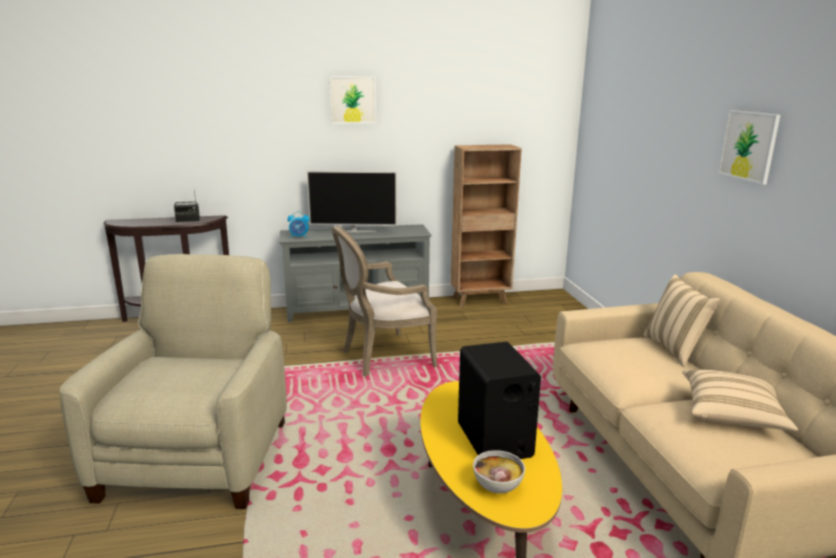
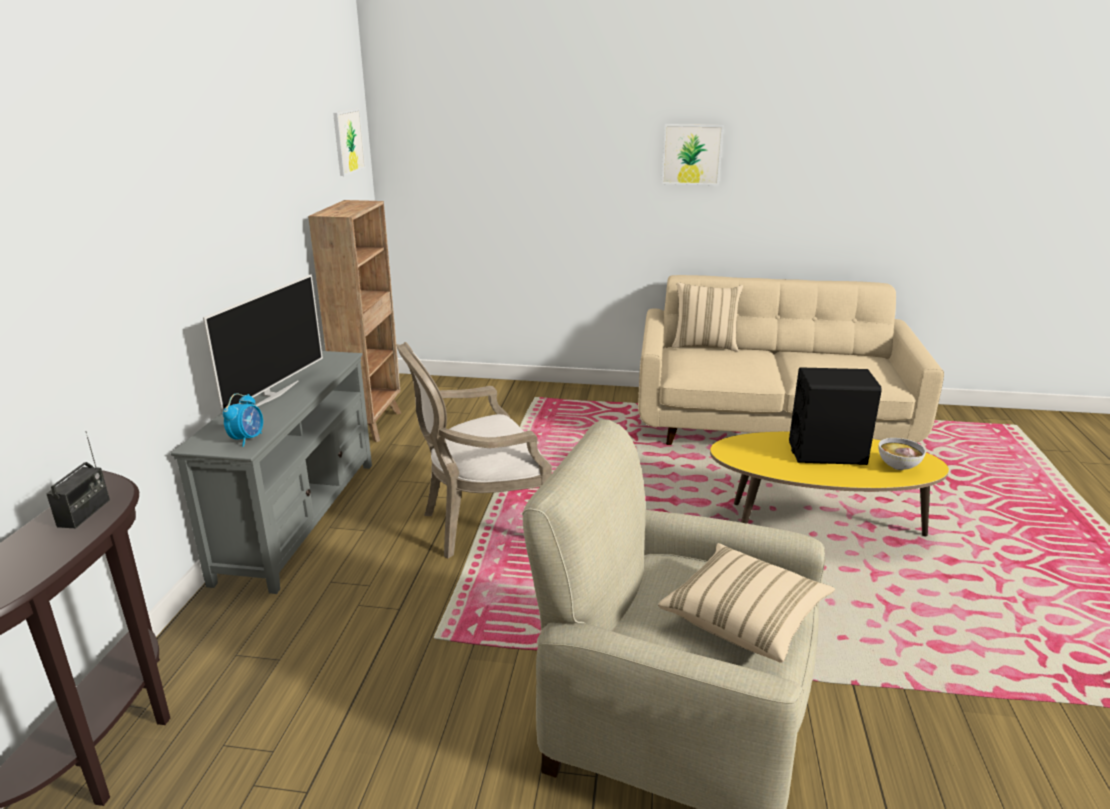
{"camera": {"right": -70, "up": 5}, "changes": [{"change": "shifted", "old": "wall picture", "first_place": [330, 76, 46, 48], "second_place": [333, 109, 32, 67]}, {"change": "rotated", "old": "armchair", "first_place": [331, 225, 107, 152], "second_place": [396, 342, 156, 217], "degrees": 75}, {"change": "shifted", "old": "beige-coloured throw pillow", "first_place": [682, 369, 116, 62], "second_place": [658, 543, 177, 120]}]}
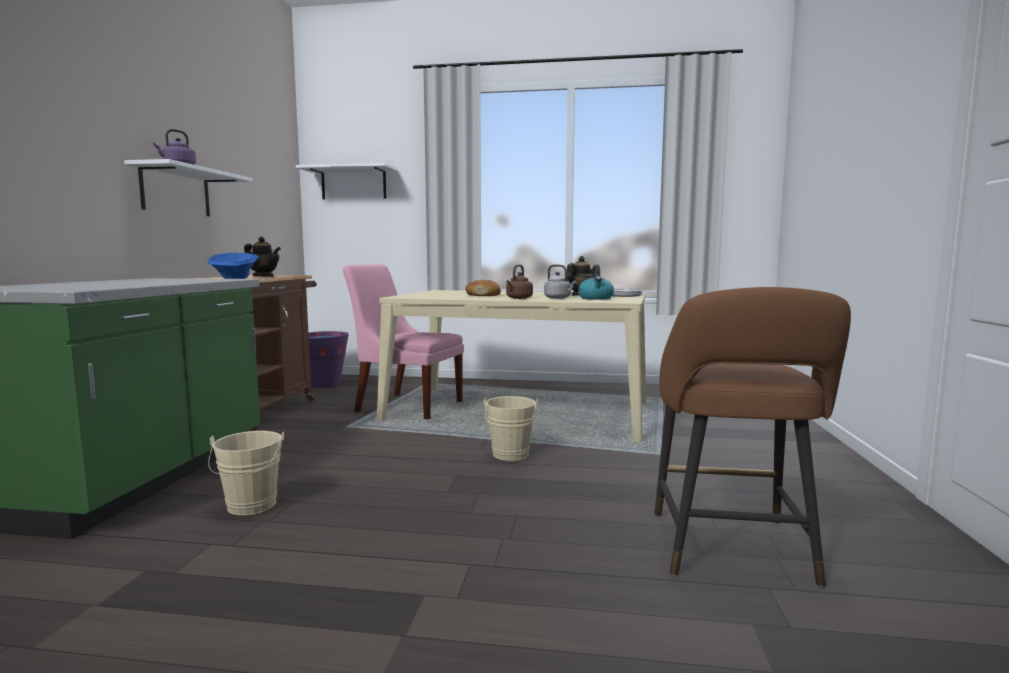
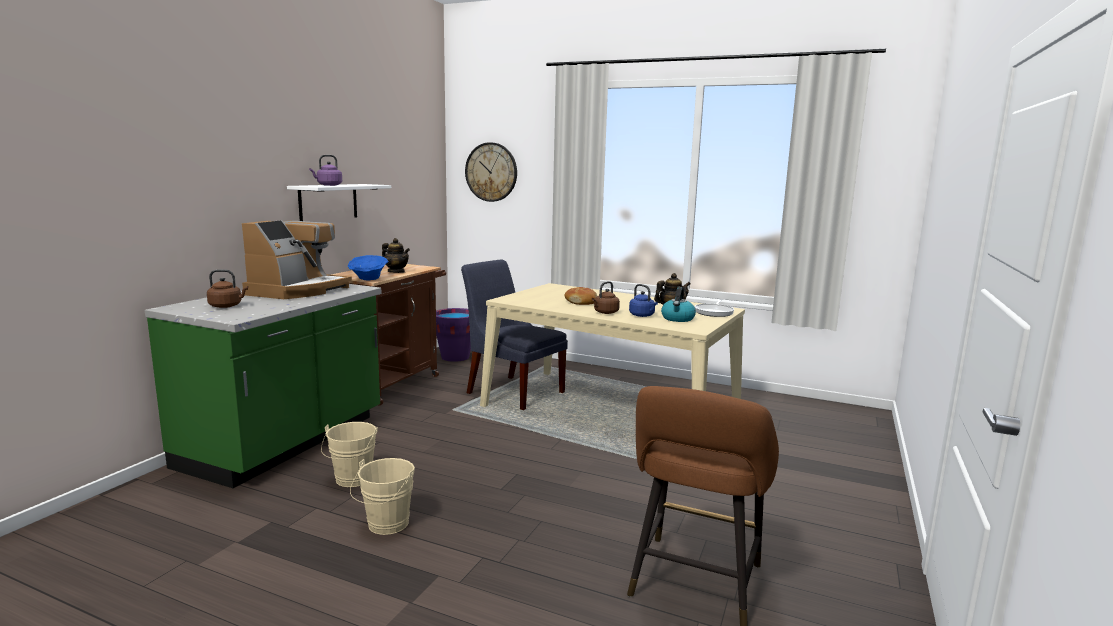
{"camera": {"right": 15, "up": 5}, "changes": [{"change": "swapped", "old": "white bracket shelf", "new": "clock on the wall", "first_place": [296, 163, 100, 37], "second_place": [465, 142, 52, 60]}, {"change": "repainted", "old": "pink-coloured chair", "new": "blue chair", "first_place": [343, 264, 121, 155], "second_place": [461, 259, 107, 151]}, {"change": "repainted", "old": "grey water kettle", "new": "blue water kettle", "first_place": [544, 264, 32, 35], "second_place": [629, 284, 29, 33]}, {"change": "shifted", "old": "beige-coloured bucket", "first_place": [483, 396, 55, 65], "second_place": [350, 458, 65, 77]}, {"change": "new", "new": "coffee brewer", "second_place": [242, 220, 110, 79]}, {"change": "new", "new": "brown-coloured water kettle", "second_place": [207, 269, 41, 39]}]}
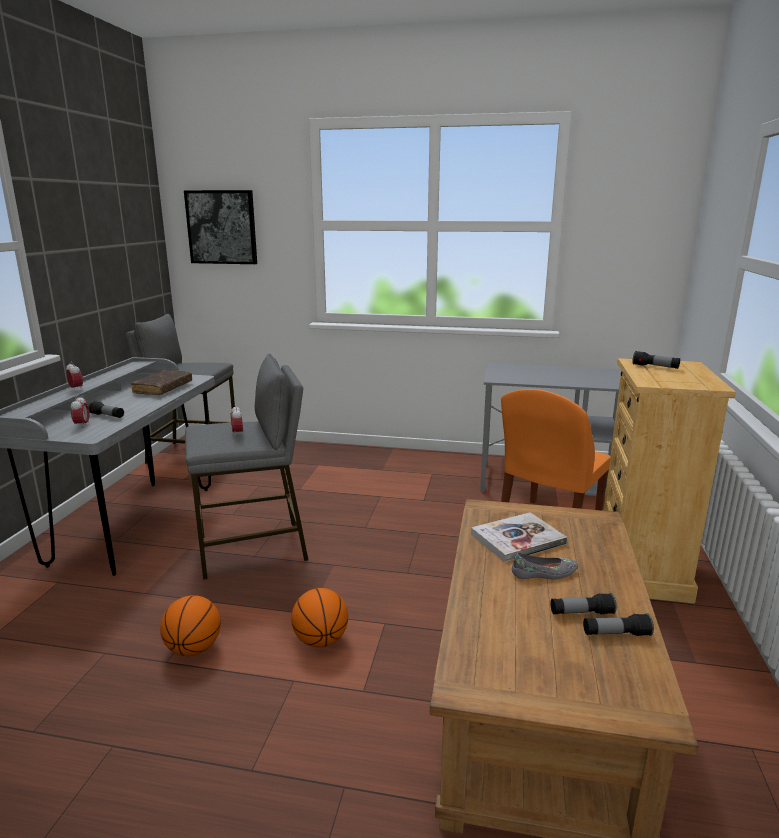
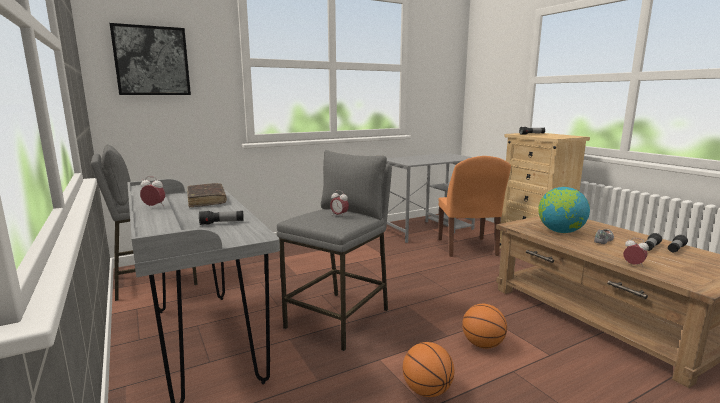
{"camera": {"right": -40, "up": -5}, "changes": [{"change": "shifted", "old": "table clock", "first_place": [71, 395, 19, 33], "second_place": [623, 238, 26, 28]}, {"change": "swapped", "old": "book", "new": "desk globe", "first_place": [471, 512, 96, 50], "second_place": [538, 187, 52, 46]}]}
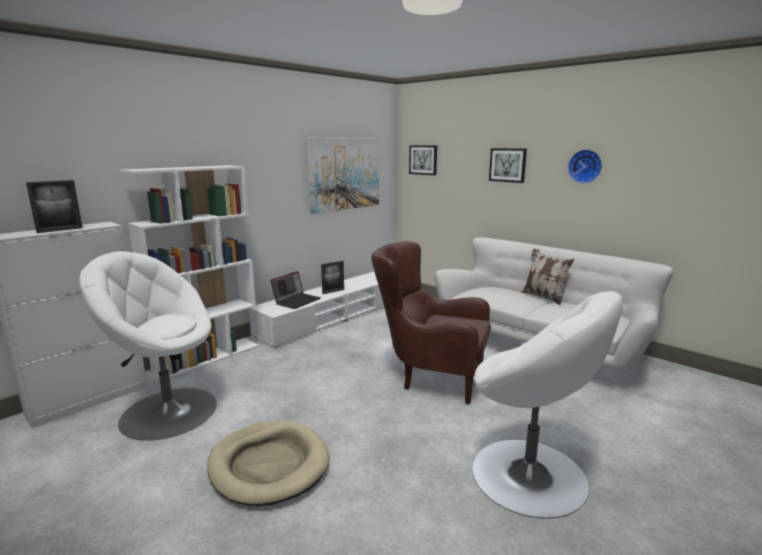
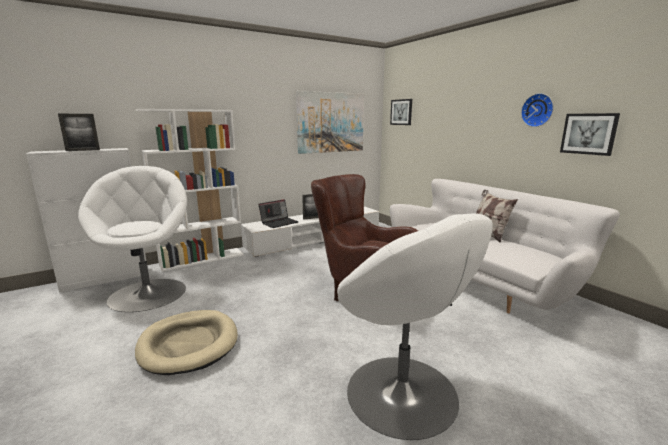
{"camera": {"right": 15, "up": 0}, "changes": [{"change": "shifted", "old": "wall picture", "first_place": [489, 148, 38, 35], "second_place": [560, 113, 60, 43]}, {"change": "rotated", "old": "white armchair", "first_place": [79, 251, 138, 190], "second_place": [78, 166, 109, 146], "degrees": 60}]}
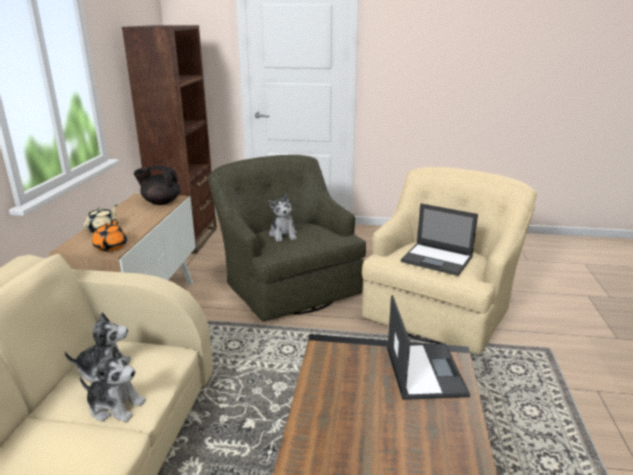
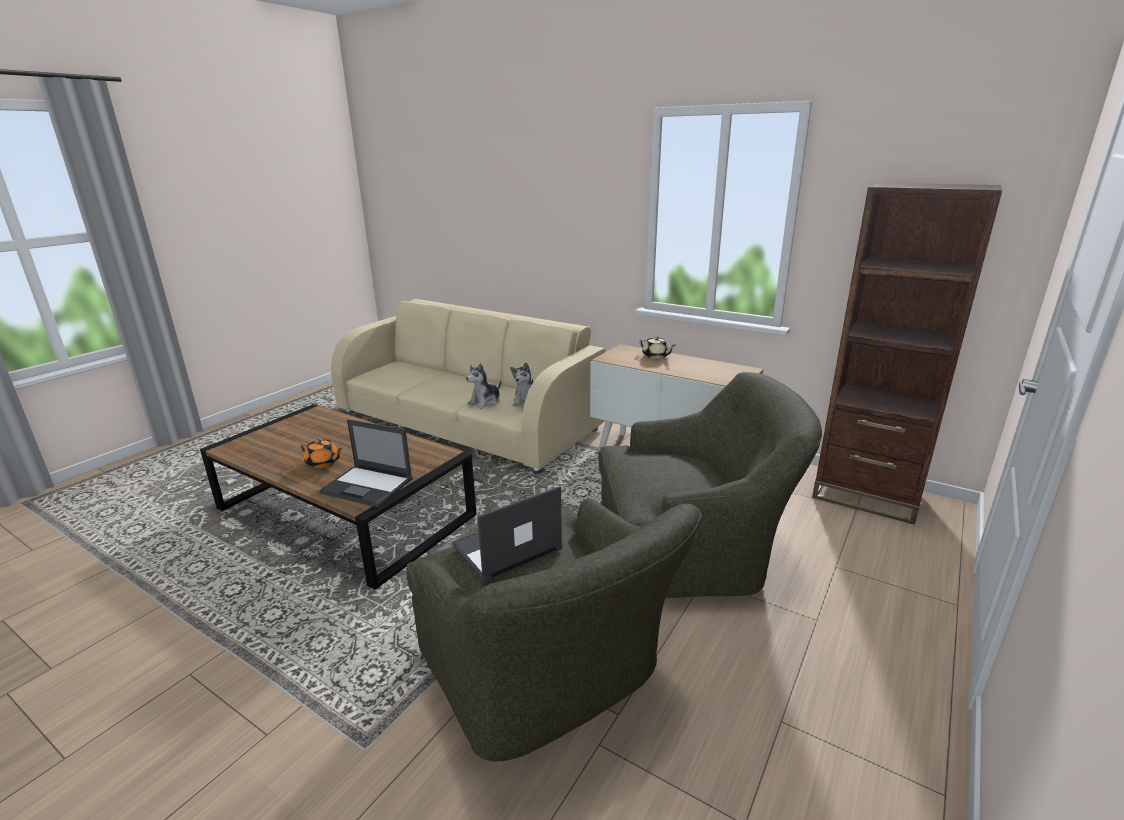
{"camera": {"right": 115, "up": 0}, "changes": [{"change": "gone", "old": "blackish tea pot", "first_place": [134, 166, 46, 39]}, {"change": "repainted", "old": "beige-coloured armchair", "new": "green-coloured armchair", "first_place": [362, 167, 175, 187], "second_place": [407, 498, 295, 263]}, {"change": "gone", "old": "soft toy", "first_place": [268, 193, 29, 49]}, {"change": "shifted", "old": "orange-coloured tea pot", "first_place": [92, 219, 35, 33], "second_place": [300, 439, 42, 29]}]}
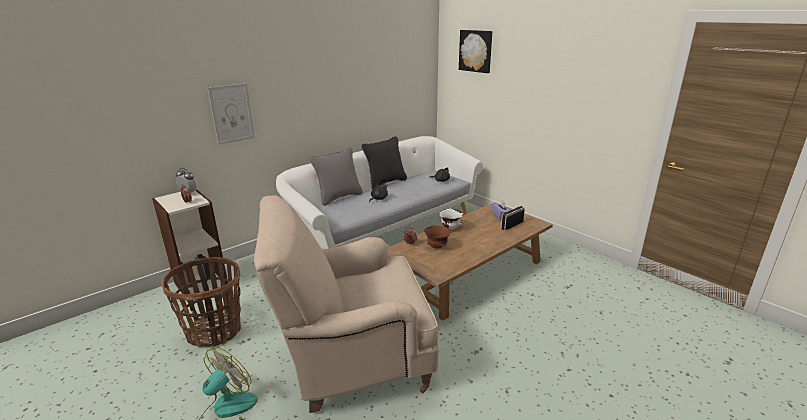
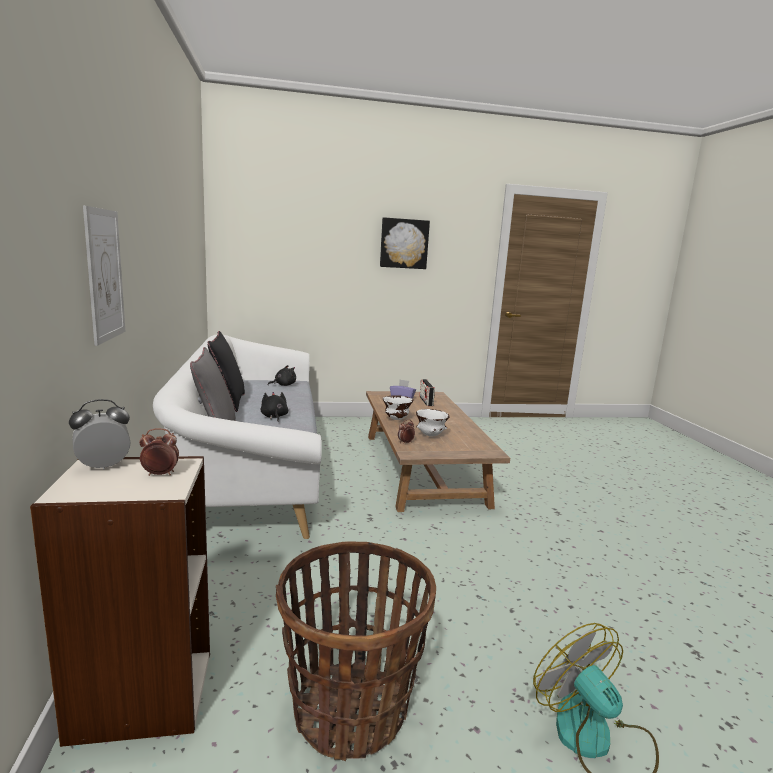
{"camera": {"right": -60, "up": -10}, "changes": [{"change": "shifted", "old": "wall picture", "first_place": [459, 30, 33, 43], "second_place": [380, 217, 50, 52]}, {"change": "gone", "old": "beige-coloured armchair", "first_place": [254, 195, 185, 218]}, {"change": "repainted", "old": "brown-coloured bowl", "new": "white bowl", "first_place": [424, 225, 27, 24], "second_place": [416, 409, 34, 28]}]}
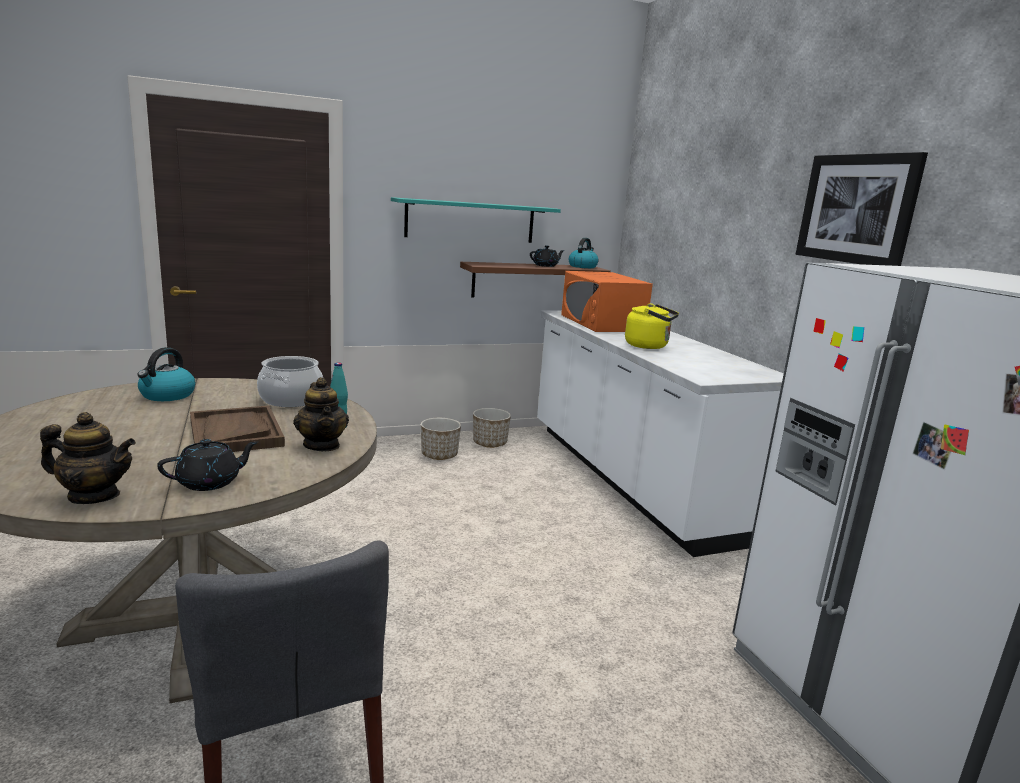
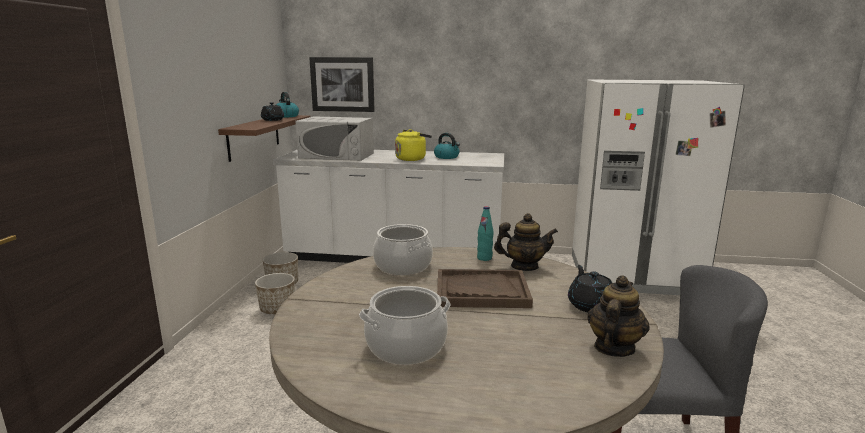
{"camera": {"right": -60, "up": 0}, "changes": [{"change": "shifted", "old": "wall picture", "first_place": [795, 152, 133, 114], "second_place": [309, 57, 66, 55]}, {"change": "gone", "old": "turquoise bracket shelf", "first_place": [391, 197, 170, 46]}, {"change": "repainted", "old": "orange-coloured microwave", "new": "white microwave", "first_place": [561, 271, 92, 61], "second_place": [295, 116, 79, 45]}, {"change": "shifted", "old": "water kettle", "first_place": [137, 347, 58, 54], "second_place": [434, 133, 26, 26]}, {"change": "new", "new": "cooking pot", "second_place": [359, 286, 92, 79]}]}
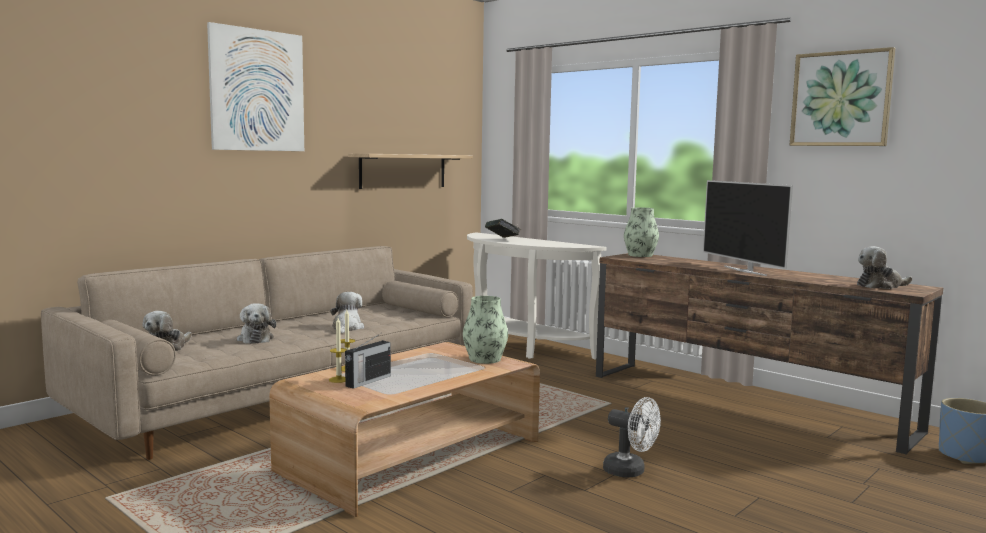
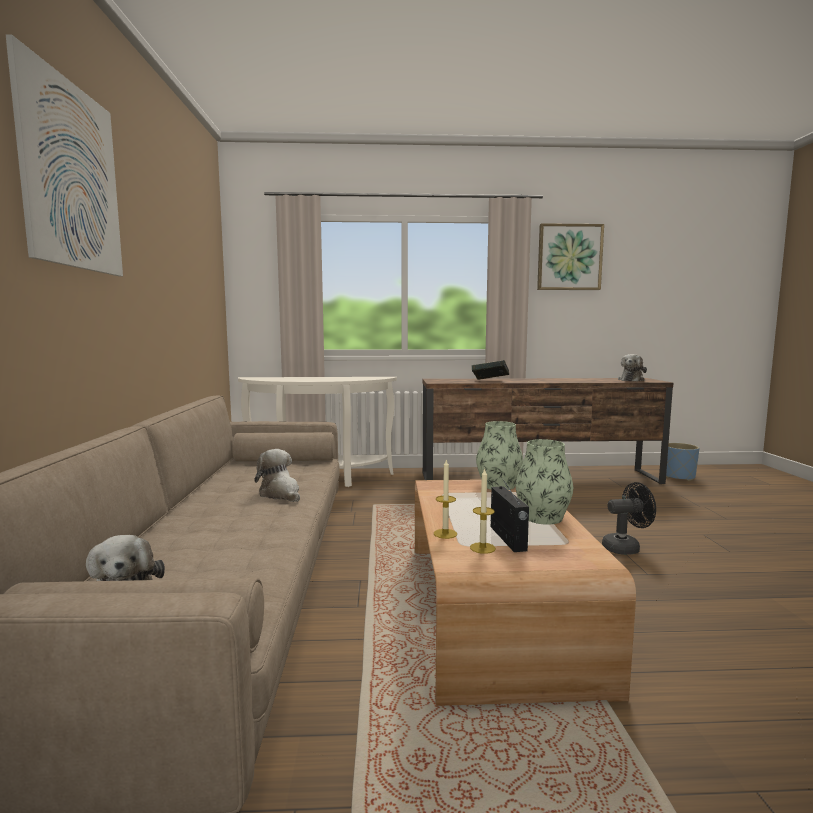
{"camera": {"right": -45, "up": 0}, "changes": [{"change": "gone", "old": "bracket shelf", "first_place": [348, 153, 125, 36]}, {"change": "gone", "old": "TV", "first_place": [703, 180, 90, 96]}, {"change": "shifted", "old": "flower vase", "first_place": [624, 207, 35, 50], "second_place": [515, 439, 58, 86]}, {"change": "shifted", "old": "book", "first_place": [485, 219, 36, 19], "second_place": [472, 360, 37, 20]}, {"change": "gone", "old": "soft toy", "first_place": [237, 303, 39, 41]}, {"change": "repainted", "old": "white cooling fan", "new": "blackish cooling fan", "first_place": [603, 397, 58, 81], "second_place": [602, 482, 54, 73]}]}
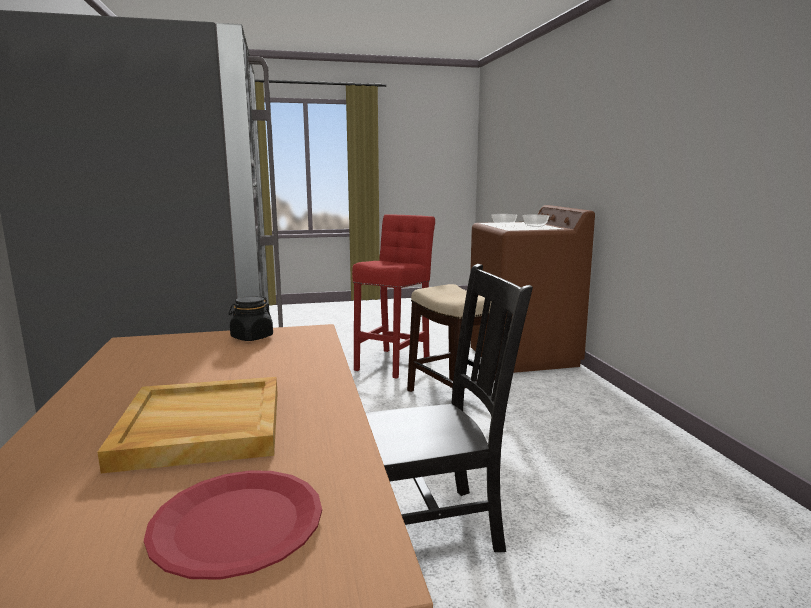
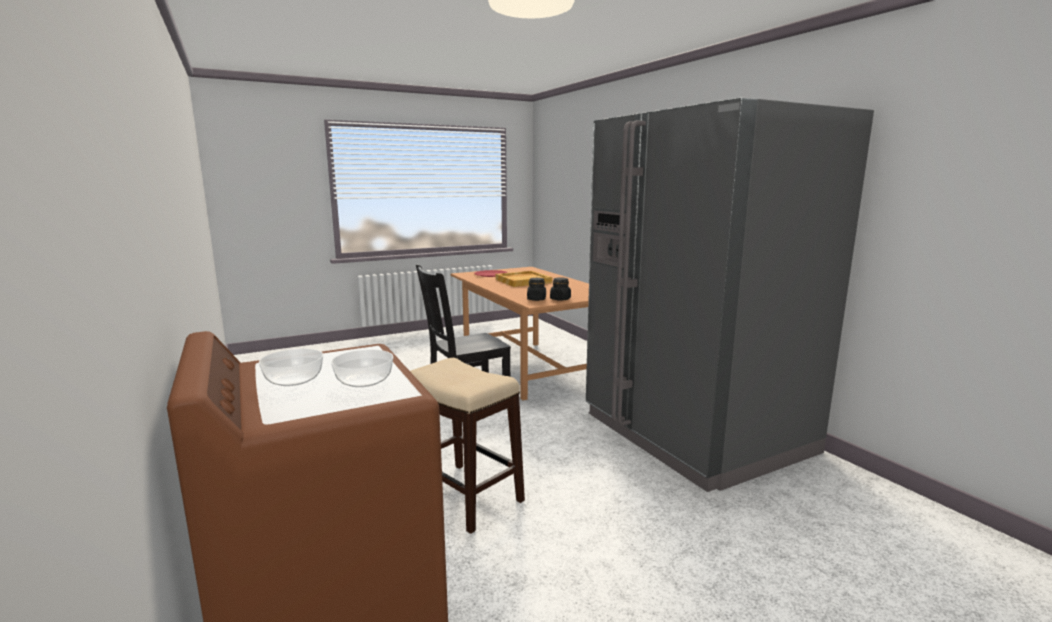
{"camera": {"right": 165, "up": 0}, "changes": [{"change": "gone", "old": "red stool seat", "first_place": [352, 214, 83, 165]}, {"change": "new", "new": "blackish storage jar", "second_place": [527, 278, 19, 23]}]}
